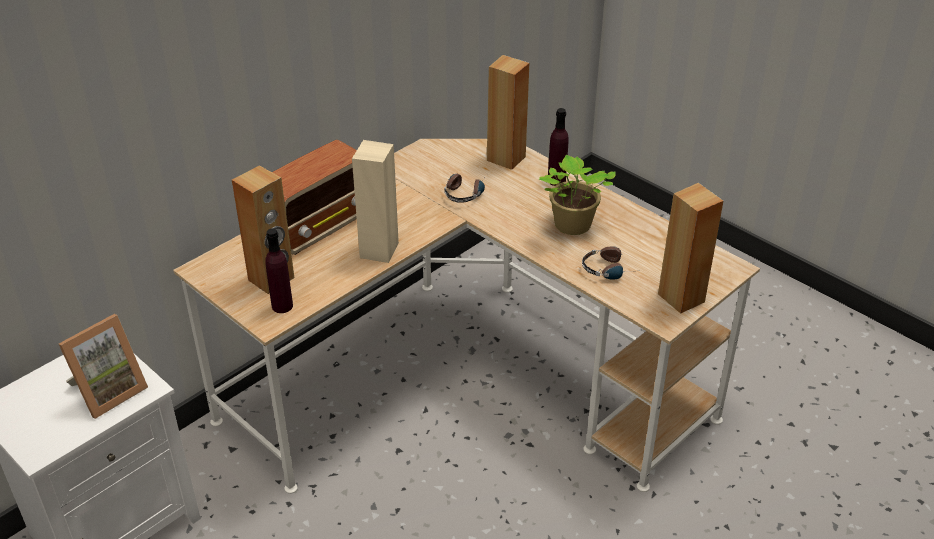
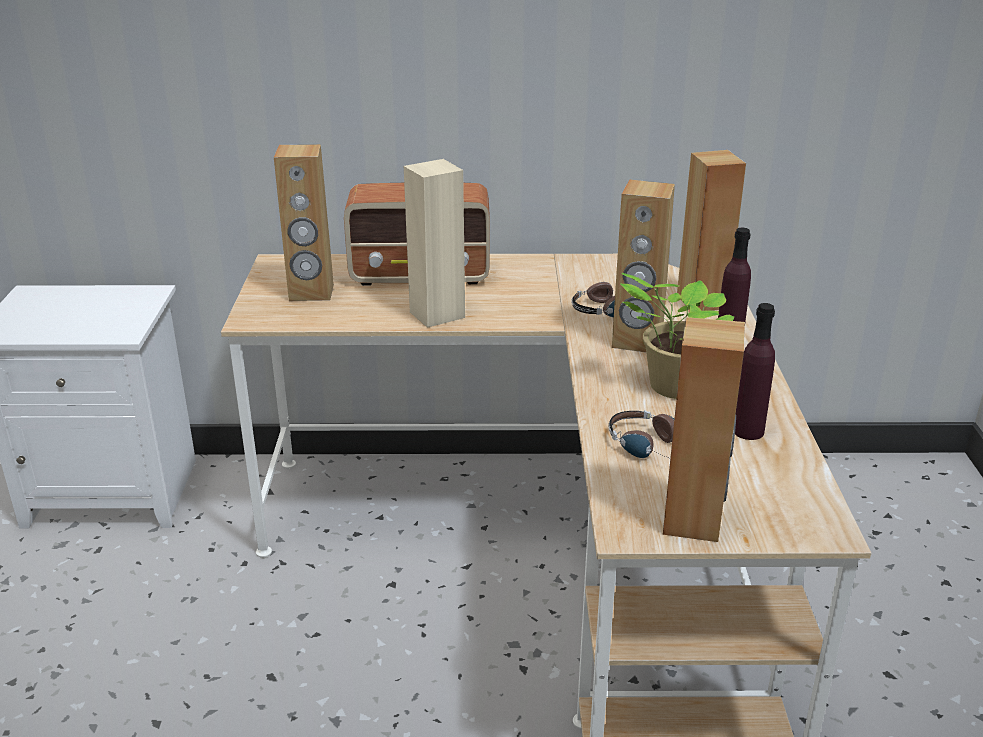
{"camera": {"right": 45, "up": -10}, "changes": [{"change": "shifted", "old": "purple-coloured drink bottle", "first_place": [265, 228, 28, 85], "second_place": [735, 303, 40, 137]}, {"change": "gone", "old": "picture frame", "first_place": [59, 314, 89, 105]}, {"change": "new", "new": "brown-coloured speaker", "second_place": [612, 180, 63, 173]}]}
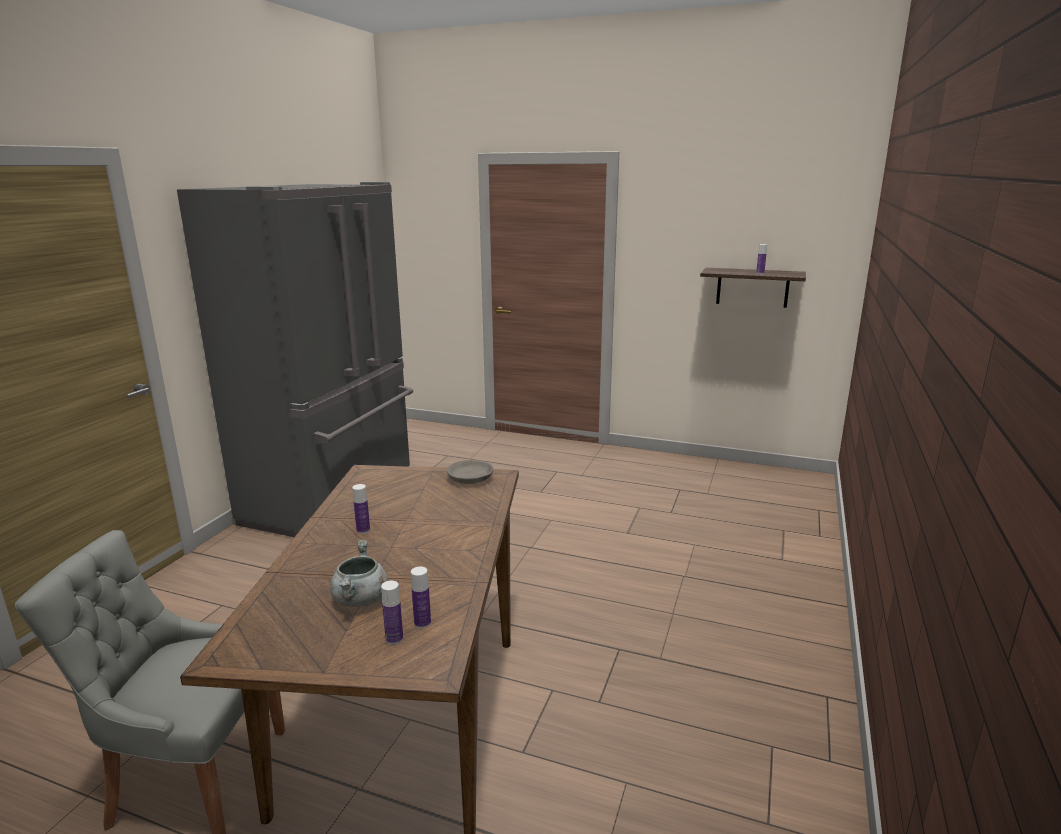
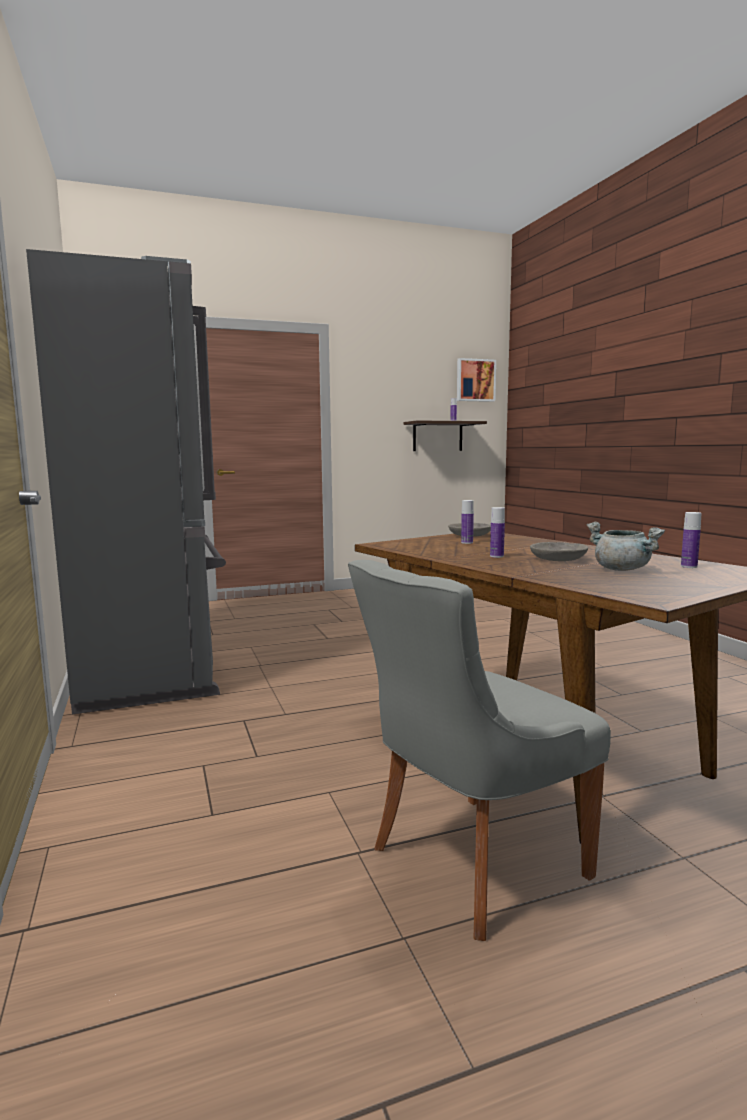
{"camera": {"right": -40, "up": -10}, "changes": [{"change": "shifted", "old": "drink bottle", "first_place": [381, 581, 22, 64], "second_place": [461, 500, 13, 44]}, {"change": "new", "new": "wall picture", "second_place": [457, 358, 39, 44]}, {"change": "new", "new": "grey bowl", "second_place": [530, 542, 58, 19]}]}
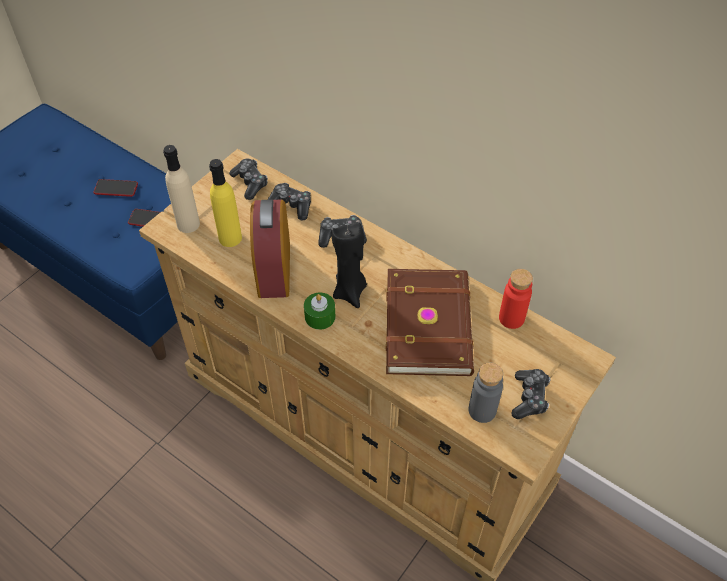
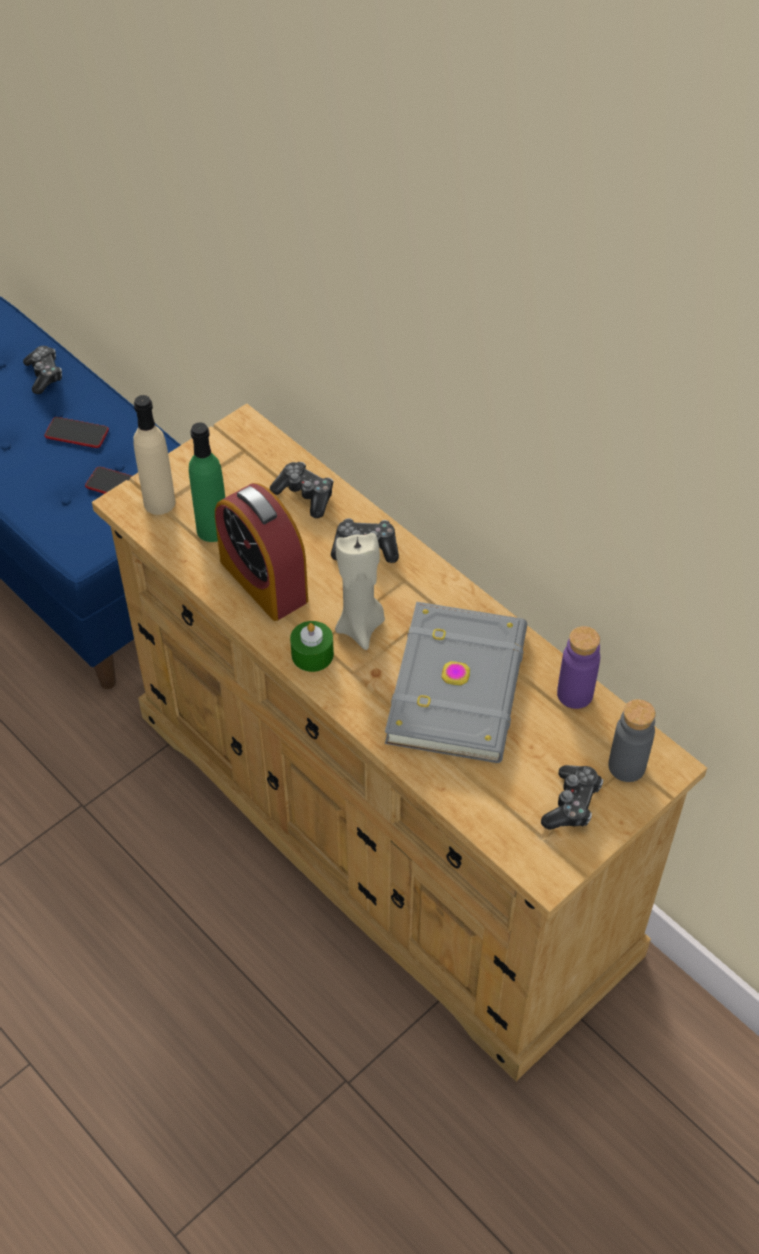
{"camera": {"right": 10, "up": 0}, "changes": [{"change": "repainted", "old": "yellow drink bottle", "new": "green-coloured drink bottle", "first_place": [209, 159, 33, 88], "second_place": [189, 422, 36, 120]}, {"change": "shifted", "old": "game controller", "first_place": [229, 159, 39, 41], "second_place": [23, 346, 39, 48]}, {"change": "rotated", "old": "table clock", "first_place": [250, 200, 40, 98], "second_place": [215, 483, 93, 138], "degrees": -45}, {"change": "repainted", "old": "blackish candle", "new": "beige-coloured candle", "first_place": [332, 222, 35, 86], "second_place": [335, 533, 50, 117]}, {"change": "repainted", "old": "brown-coloured book", "new": "grey book", "first_place": [386, 269, 88, 107], "second_place": [385, 602, 142, 161]}, {"change": "repainted", "old": "red drink bottle", "new": "purple-coloured drink bottle", "first_place": [499, 269, 34, 60], "second_place": [557, 626, 43, 83]}, {"change": "shifted", "old": "grey drink bottle", "first_place": [468, 362, 35, 61], "second_place": [608, 699, 48, 83]}]}
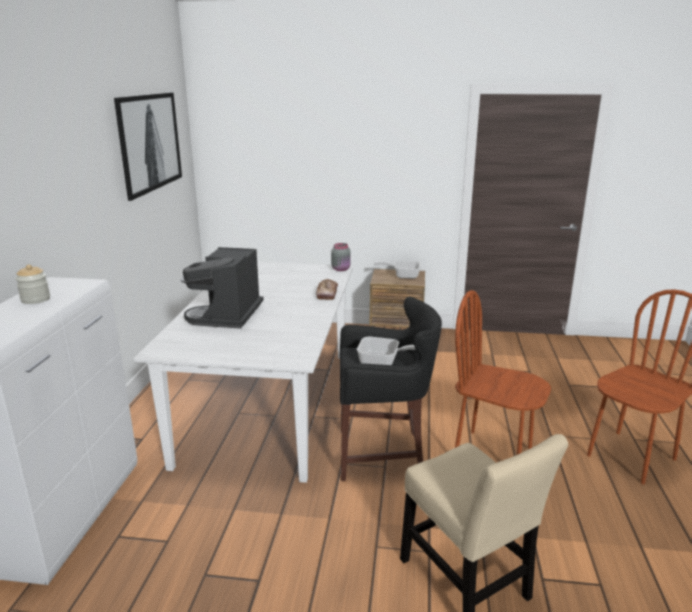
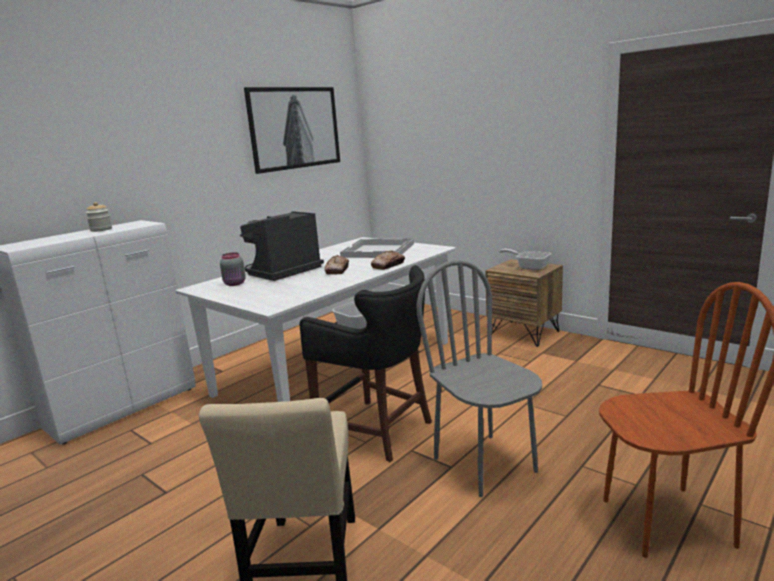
{"camera": {"right": 35, "up": -5}, "changes": [{"change": "shifted", "old": "grey storage jar", "first_place": [331, 243, 20, 28], "second_place": [220, 252, 26, 34]}, {"change": "repainted", "old": "brown-coloured chair", "new": "grey chair", "first_place": [455, 290, 96, 165], "second_place": [417, 260, 125, 237]}, {"change": "new", "new": "white carrying tray", "second_place": [340, 239, 74, 19]}, {"change": "new", "new": "bread", "second_place": [324, 255, 25, 20]}]}
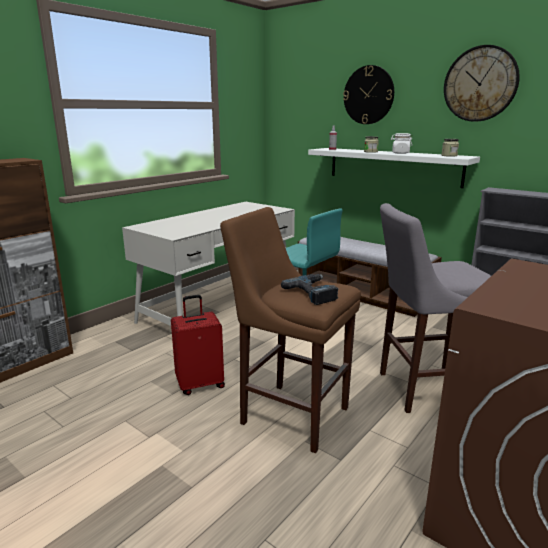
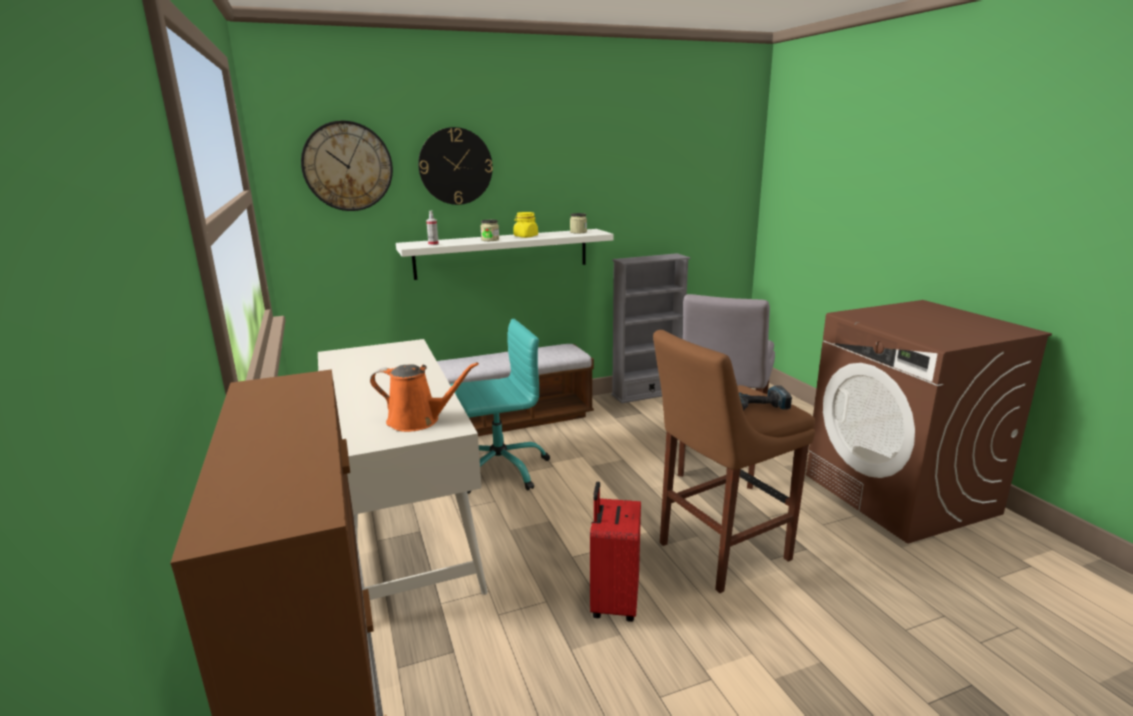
{"camera": {"right": -60, "up": 0}, "changes": [{"change": "shifted", "old": "clock on the wall", "first_place": [444, 45, 76, 77], "second_place": [301, 120, 92, 91]}, {"change": "repainted", "old": "white storage jar", "new": "yellow storage jar", "first_place": [391, 133, 21, 21], "second_place": [513, 212, 25, 26]}, {"change": "new", "new": "orange-coloured watering can", "second_place": [370, 362, 109, 70]}]}
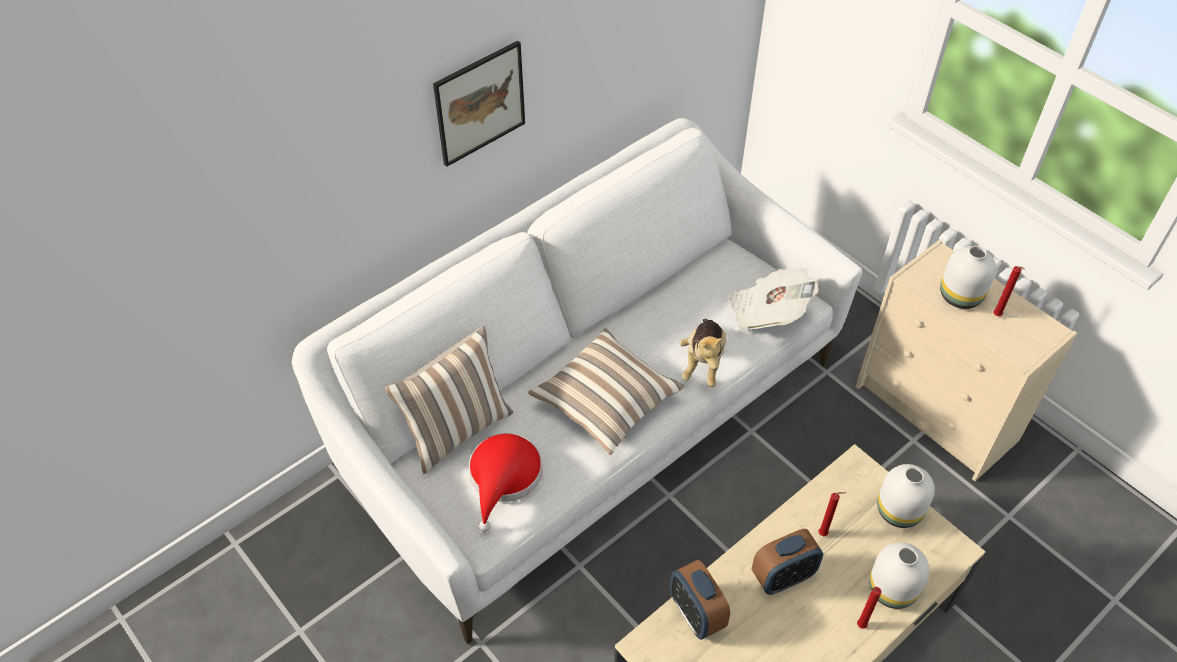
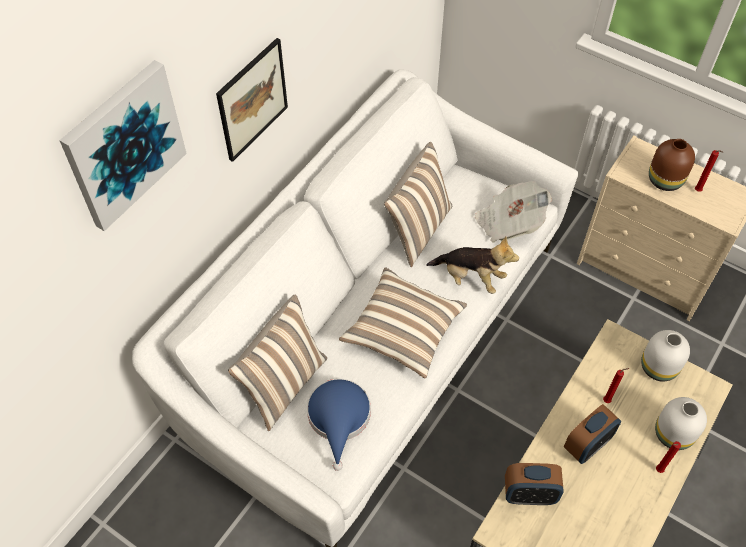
{"camera": {"right": -15, "up": 5}, "changes": [{"change": "repainted", "old": "white flower vase", "new": "brown-coloured flower vase", "first_place": [940, 246, 56, 63], "second_place": [649, 139, 46, 52]}, {"change": "rotated", "old": "soft toy", "first_place": [680, 319, 46, 68], "second_place": [426, 236, 93, 58], "degrees": -60}, {"change": "repainted", "old": "red clothing hat", "new": "blue clothing hat", "first_place": [469, 434, 73, 98], "second_place": [307, 379, 64, 92]}, {"change": "rotated", "old": "table clock", "first_place": [670, 560, 60, 80], "second_place": [505, 463, 59, 42], "degrees": -45}, {"change": "new", "new": "wall picture", "second_place": [59, 60, 128, 171]}, {"change": "new", "new": "throw pillow", "second_place": [384, 142, 68, 125]}]}
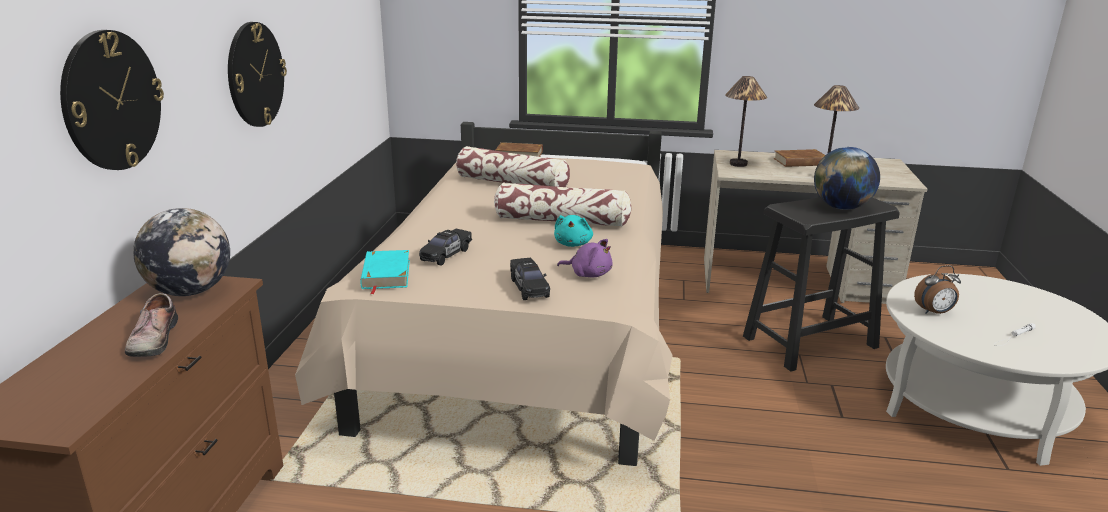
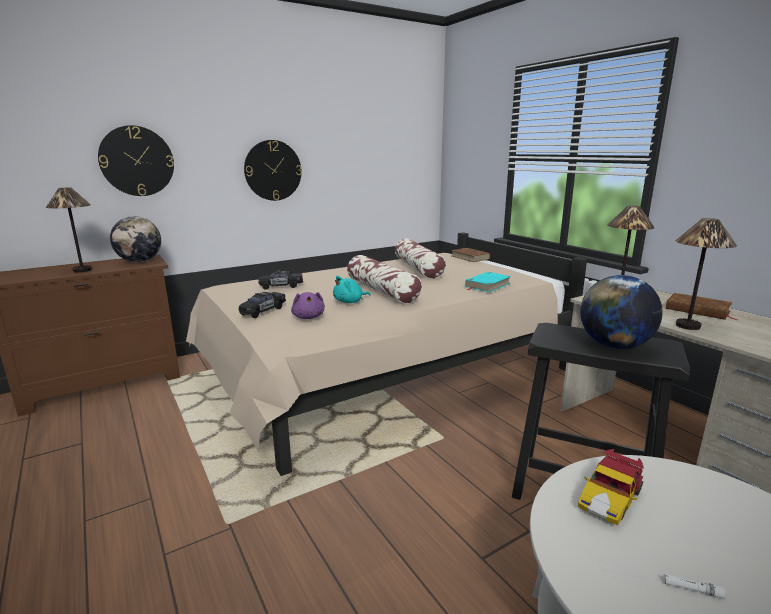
{"camera": {"right": 50, "up": -5}, "changes": [{"change": "shifted", "old": "turquoise book", "first_place": [360, 250, 50, 45], "second_place": [465, 272, 46, 20]}, {"change": "swapped", "old": "table clock", "new": "toy car", "first_place": [914, 265, 47, 49], "second_place": [578, 449, 66, 76]}, {"change": "swapped", "old": "item of footwear", "new": "table lamp", "first_place": [125, 293, 53, 64], "second_place": [46, 188, 46, 85]}]}
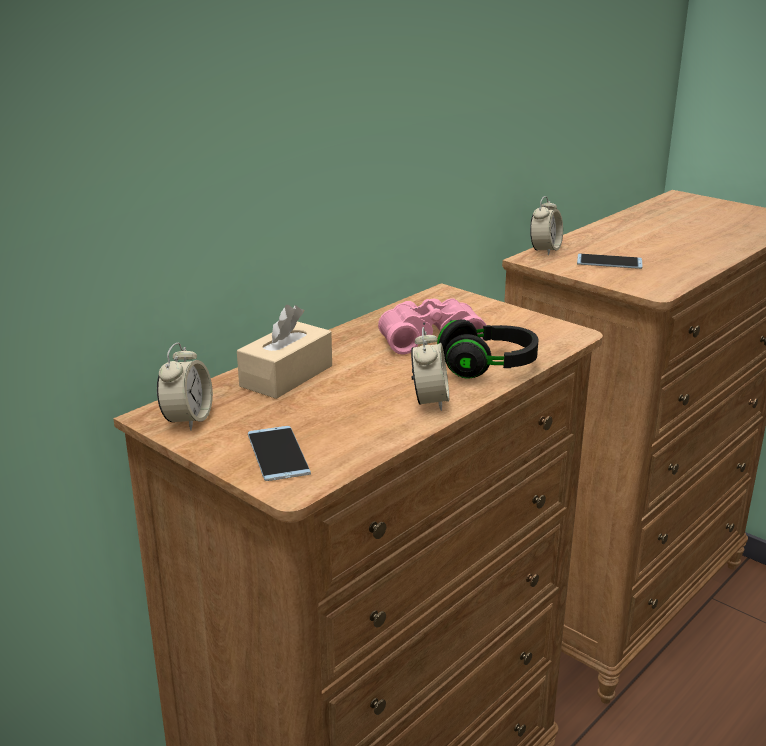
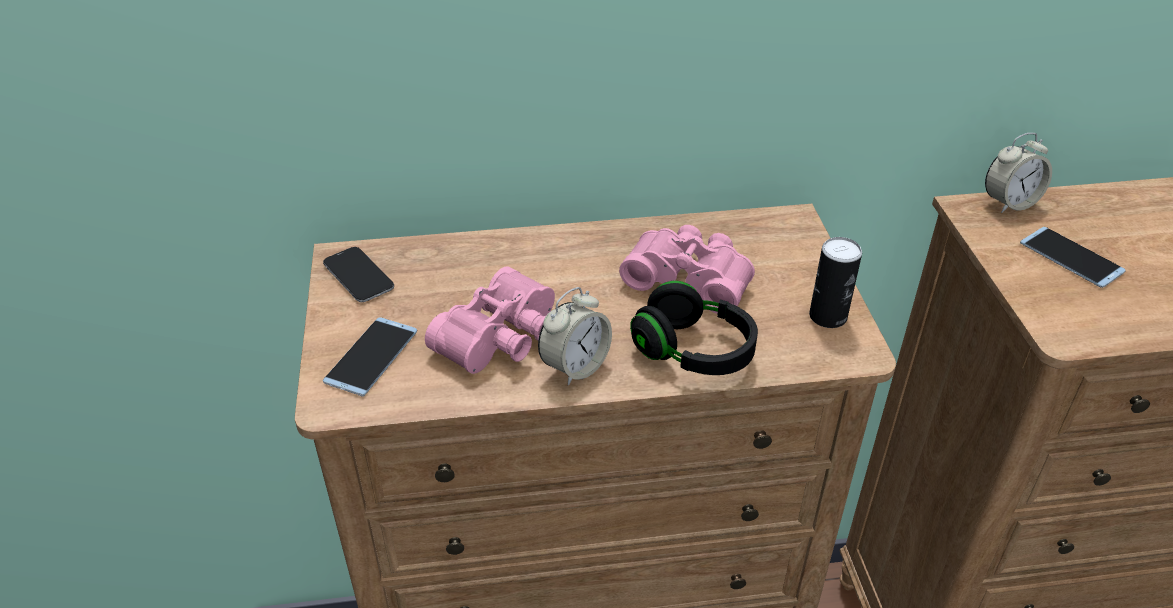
{"camera": {"right": 40, "up": 15}, "changes": [{"change": "gone", "old": "beige-coloured tissue box", "first_place": [237, 305, 95, 94]}, {"change": "swapped", "old": "table clock", "new": "phone", "first_place": [157, 342, 56, 89], "second_place": [323, 247, 71, 55]}, {"change": "new", "new": "can", "second_place": [809, 237, 53, 91]}, {"change": "new", "new": "pink-coloured field glasses", "second_place": [425, 266, 130, 108]}]}
